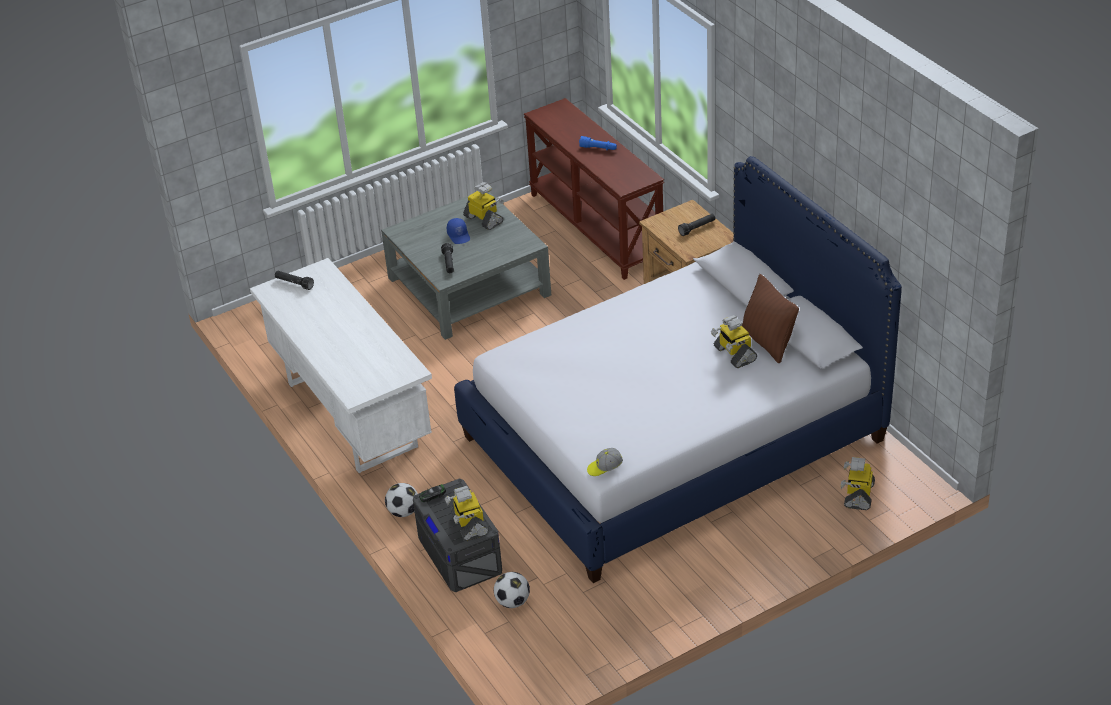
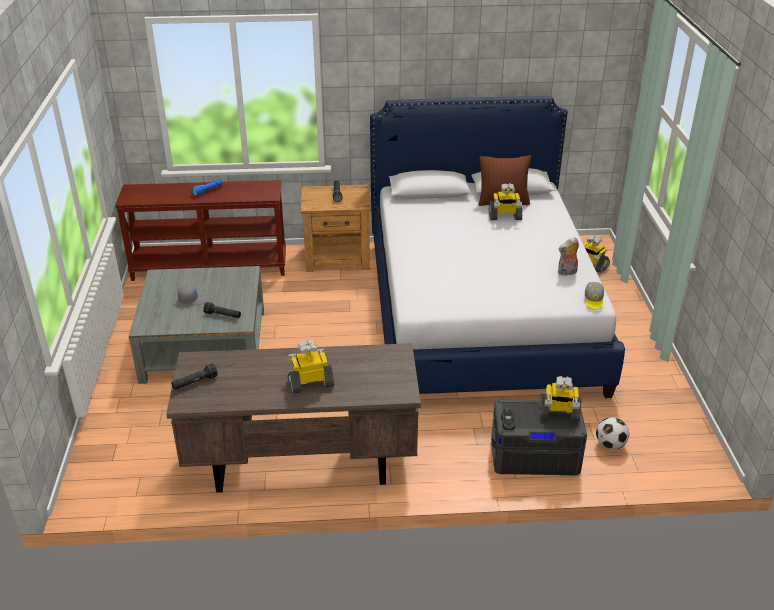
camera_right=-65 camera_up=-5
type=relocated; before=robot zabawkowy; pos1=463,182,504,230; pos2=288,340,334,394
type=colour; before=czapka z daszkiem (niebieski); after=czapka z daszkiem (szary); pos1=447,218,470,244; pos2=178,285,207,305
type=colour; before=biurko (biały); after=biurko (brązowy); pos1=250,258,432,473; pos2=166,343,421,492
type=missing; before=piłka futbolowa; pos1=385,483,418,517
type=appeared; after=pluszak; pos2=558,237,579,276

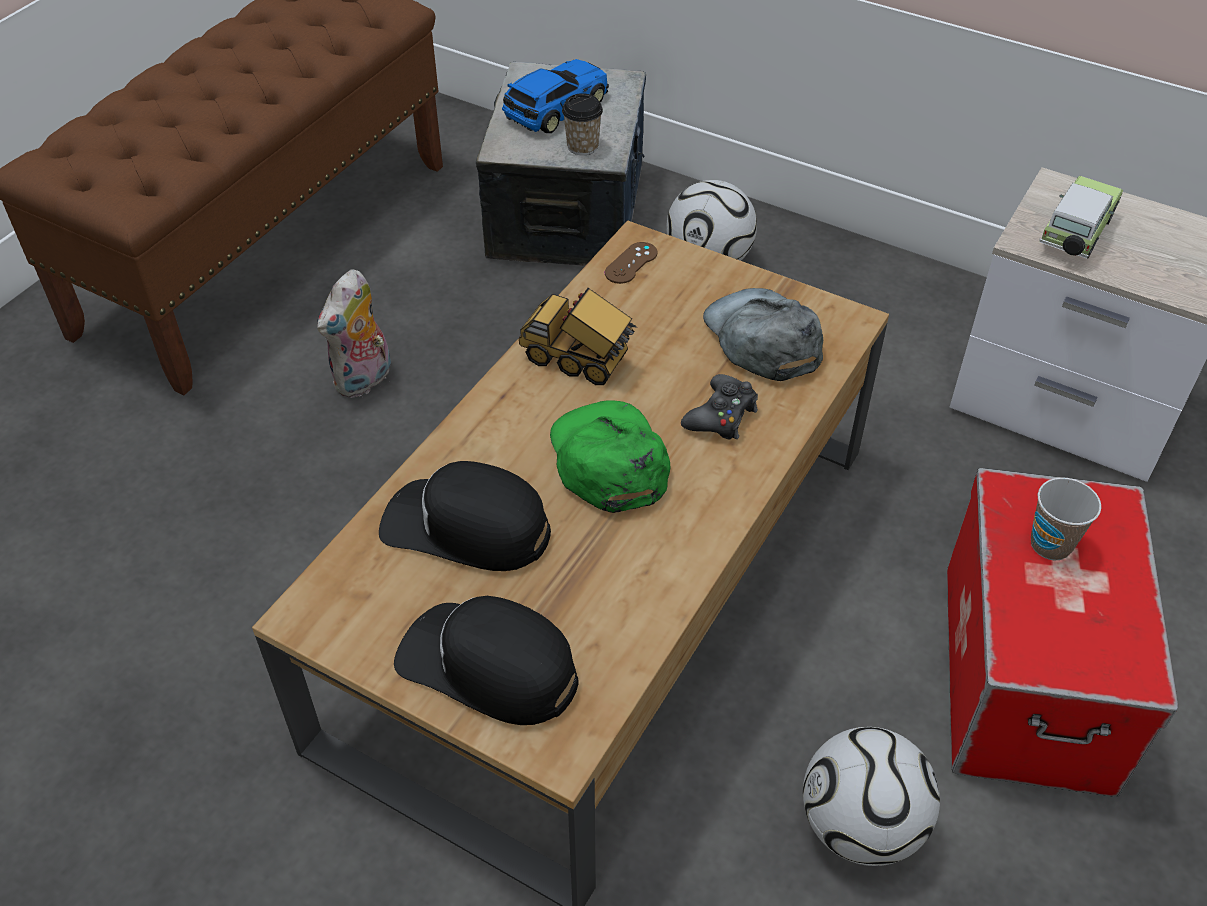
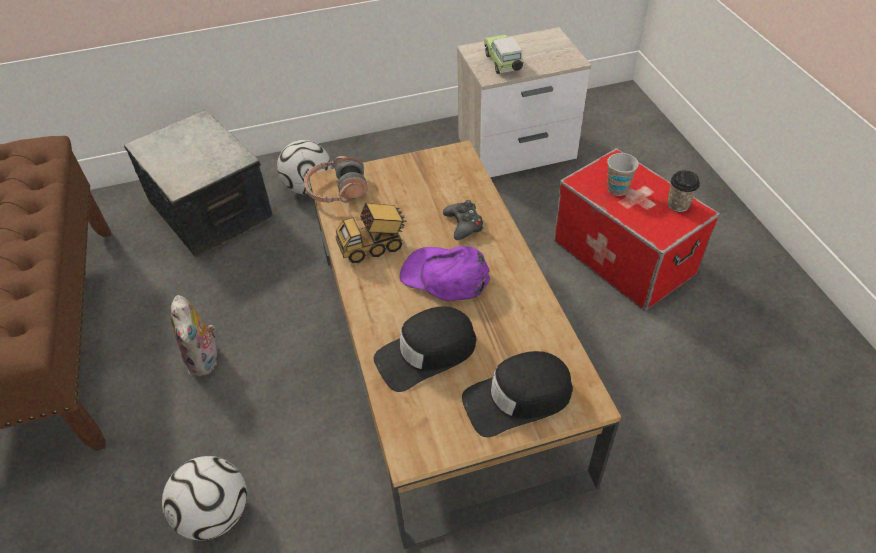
camera_right=-45 camera_up=0
type=missing; before=samochodzik; pos1=502,59,609,133
type=relocated; before=filiżanka; pos1=562,93,603,156; pos2=668,170,700,212
type=exchanged; before=pad do gier (brązowy); after=słuchawki; pos1=605,242,658,284; pos2=304,156,368,203
type=missing; before=czapka z daszkiem (szary); pos1=703,288,823,381
type=colour; before=czapka z daszkiem (zielony); after=czapka z daszkiem (fioletowy); pos1=550,400,670,513; pos2=400,246,490,301
type=relocated; before=piłka futbolowa; pos1=803,727,940,866; pos2=162,456,247,540

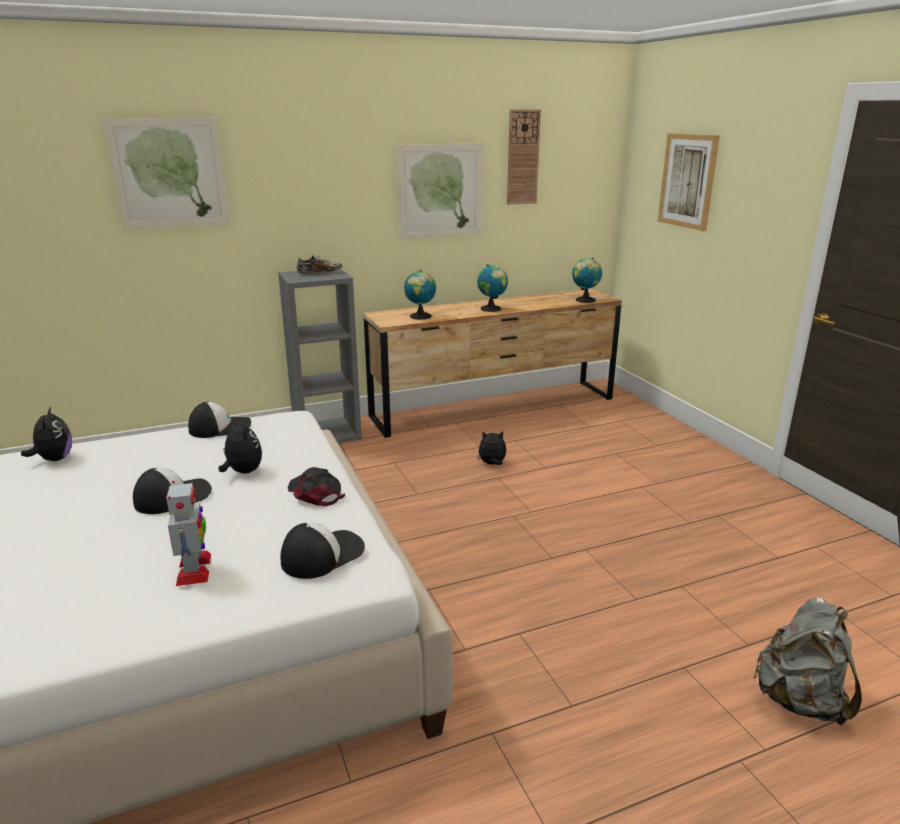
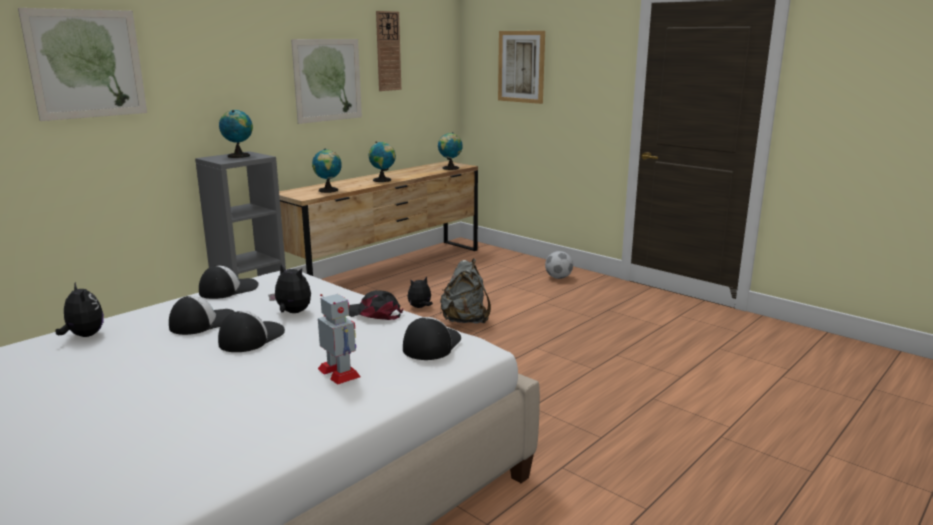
camera_right=-25 camera_up=-5
type=exchanged; before=but; after=globus; pos1=297,256,342,274; pos2=219,110,253,158
type=relocated; before=plecak (szary); pos1=753,597,862,726; pos2=440,259,491,324
type=appeared; after=piłka futbolowa; pos2=545,251,573,279
type=appeared; after=czapka z daszkiem; pos2=169,296,235,335

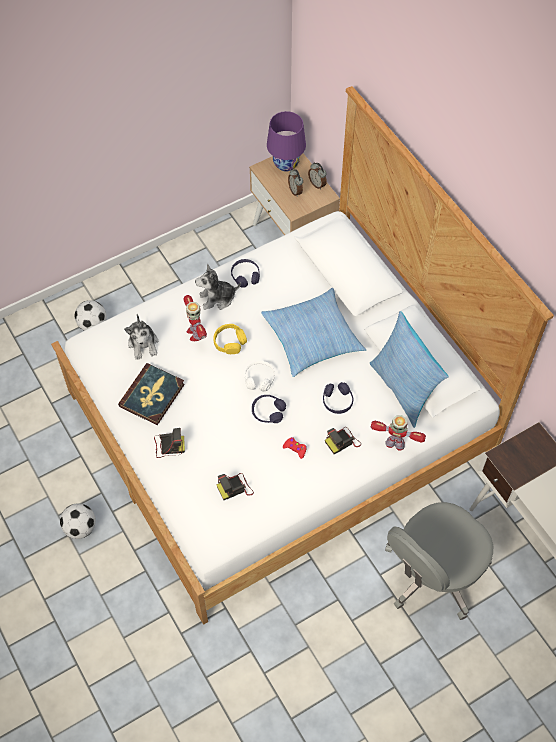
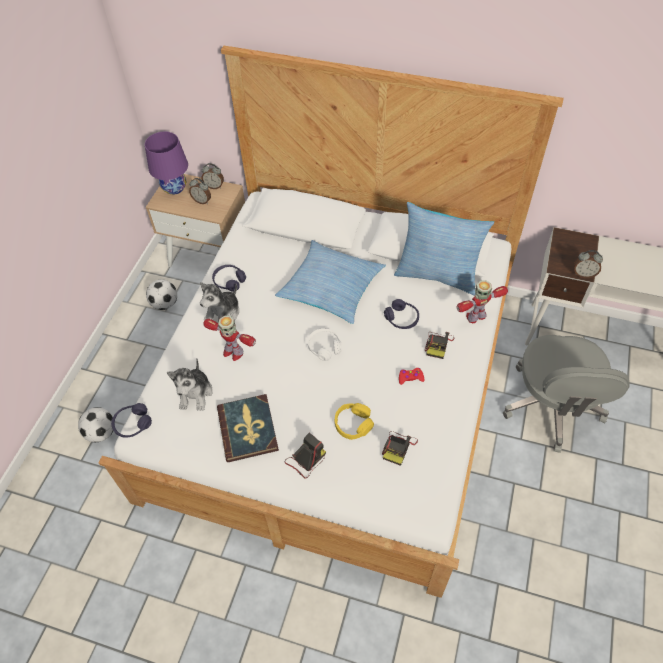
camera_right=-40 camera_up=-5
type=spun; before=pluszak; pos1=124,314,158,360; pos2=167,358,213,411; turn=60
type=relocated; before=słuchawki (żółty); pos1=213,324,247,354; pos2=335,403,374,440
type=relocated; before=słuchawki (fioletowy); pos1=252,395,286,423; pos2=111,403,152,438
type=relocated; before=piłka futbolowa; pos1=60,504,96,539; pos2=146,279,177,310
type=appeared; after=budzik; pos2=574,250,603,278

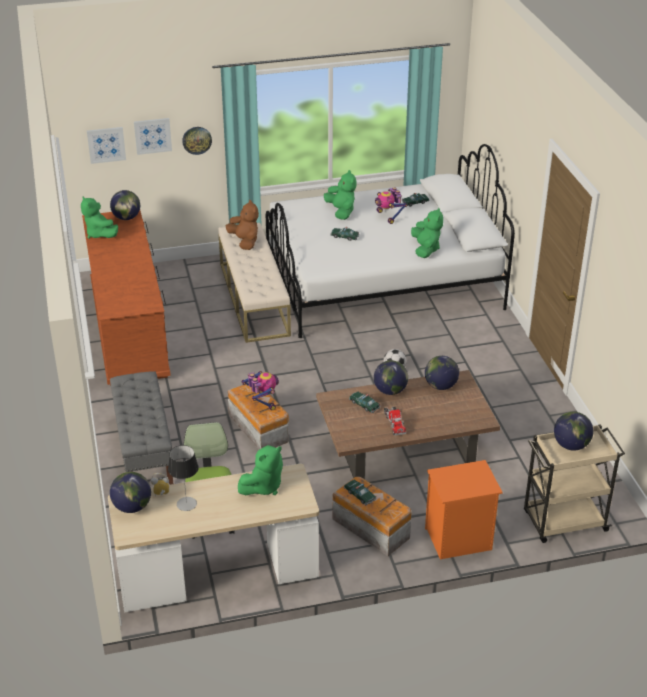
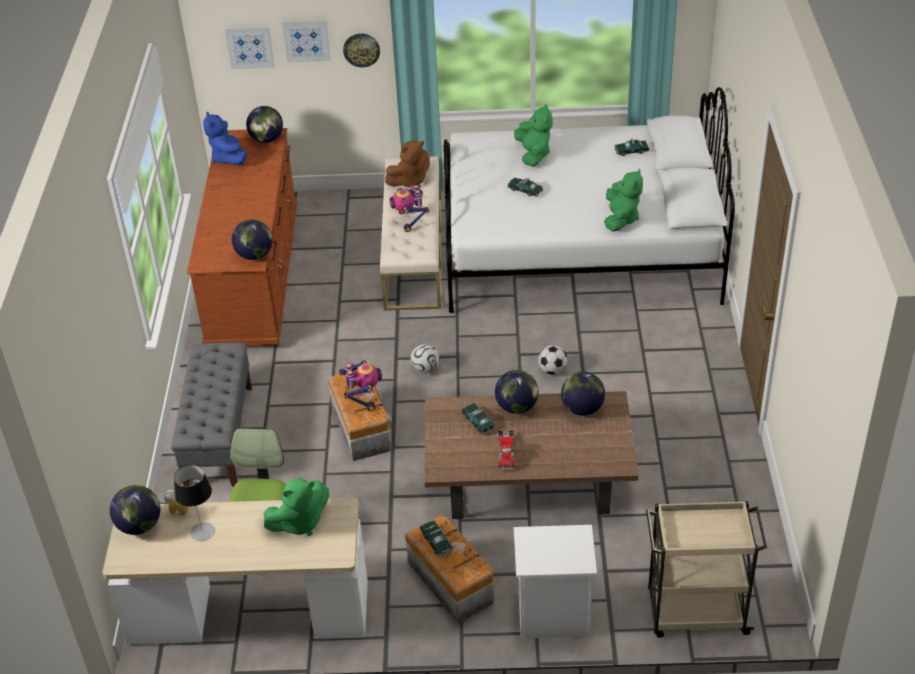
camera_right=15 camera_up=5
type=relocated; before=robot zabawkowy; pos1=375,187,407,224; pos2=389,185,429,232
type=colour; before=pluszak (zielony); after=pluszak (niebieski); pos1=81,196,118,239; pos2=203,111,247,165
type=spun; before=pluszak (brązowy); pos1=226,200,259,250; pos2=385,140,430,188; turn=75
type=relocated; before=globus; pos1=554,412,593,450; pos2=232,219,273,260
type=colour; before=szafka nocna (pomarańczowy); after=szafka nocna (biały); pos1=425,460,502,560; pos2=514,525,597,639
type=appeared; after=piłka futbolowa; pos2=410,344,440,373

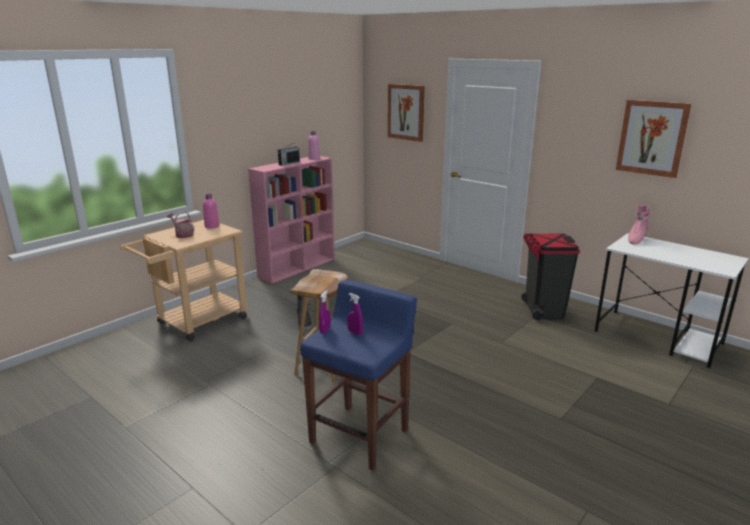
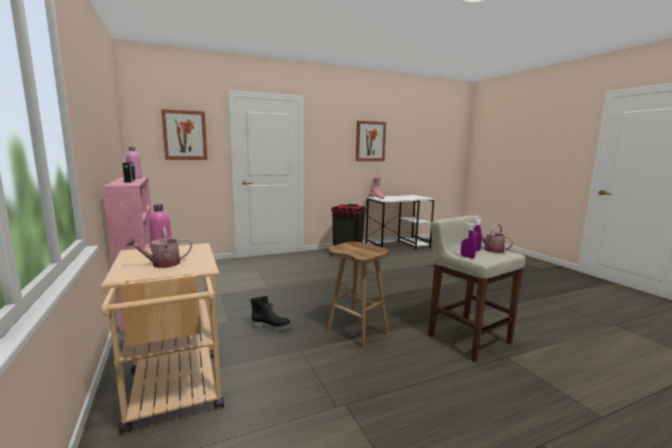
camera_right=-65 camera_up=-10
type=colour; before=stołek (niebieski); after=stołek (beżowy); pos1=300,280,417,471; pos2=428,215,526,362
type=appeared; after=konewka; pos2=473,224,513,253

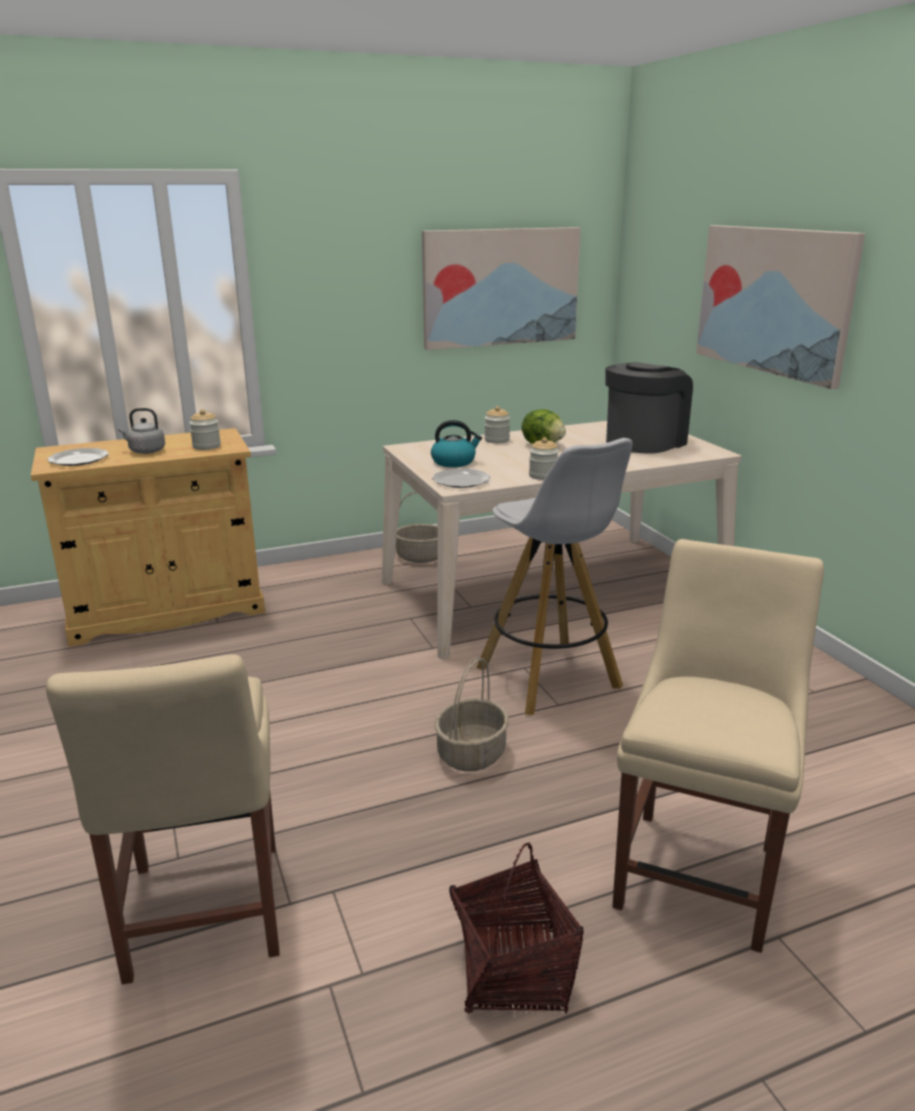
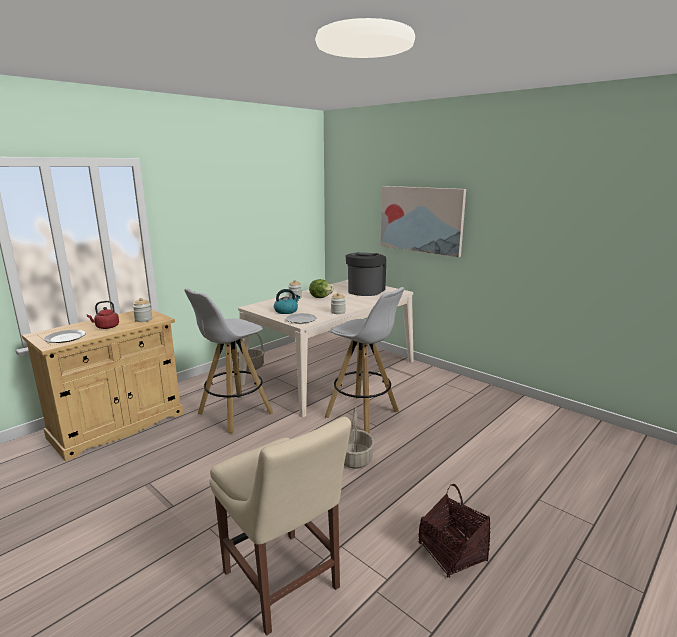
camera_right=-25 camera_up=-5
type=missing; before=obraz; pos1=422,227,581,350
type=colour; before=czajnik (szary); after=czajnik (czerwony); pos1=118,408,165,454; pos2=87,301,119,329
type=missing; before=krzesło (beżowy); pos1=612,539,824,953
type=appeared; after=stołek (biały); pos2=184,288,273,433

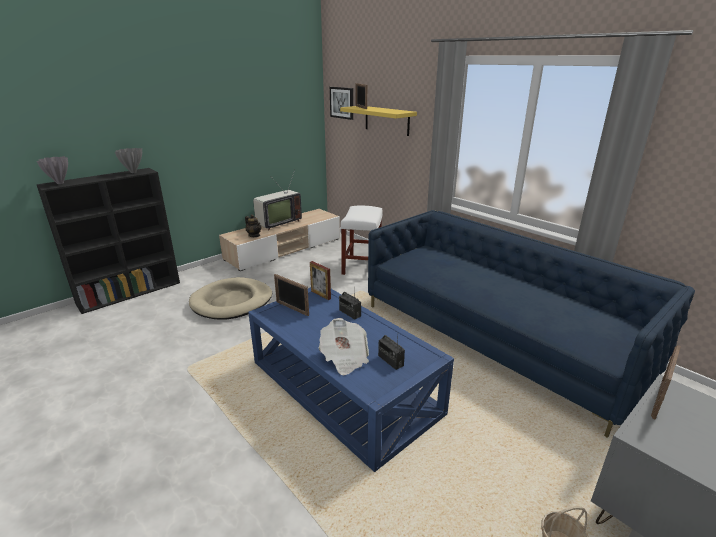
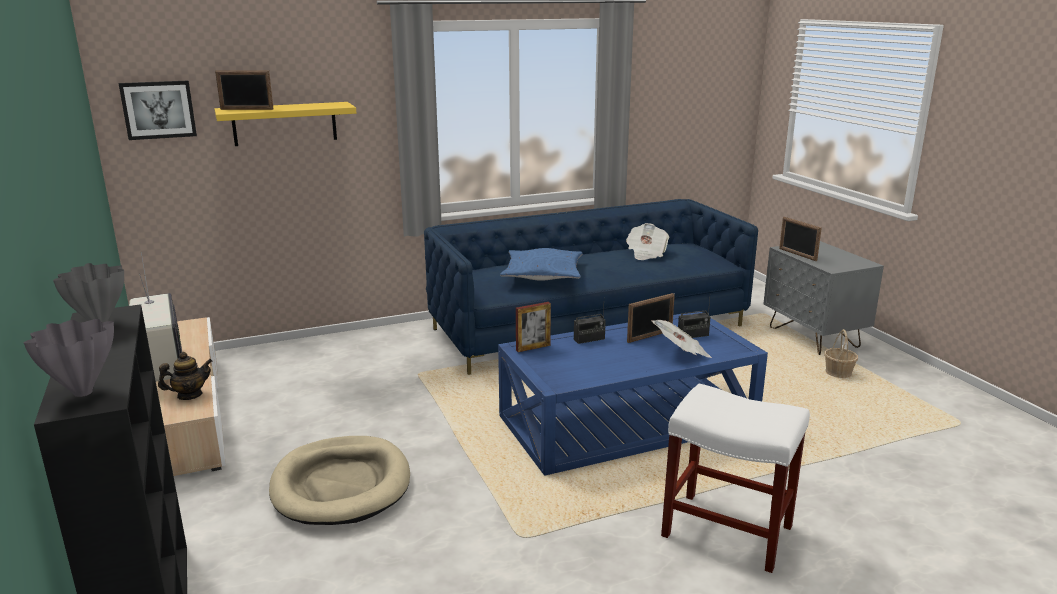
camera_right=-70 camera_up=-5
type=relocated; before=stołek (biały); pos1=340,205,383,275; pos2=661,383,810,573
type=relocated; before=ramka na zdjęcie; pos1=274,274,309,316; pos2=627,293,675,343
type=appeared; after=gazeta; pos2=626,223,669,260
type=appeared; after=poduszka (niebieski); pos2=500,248,582,281

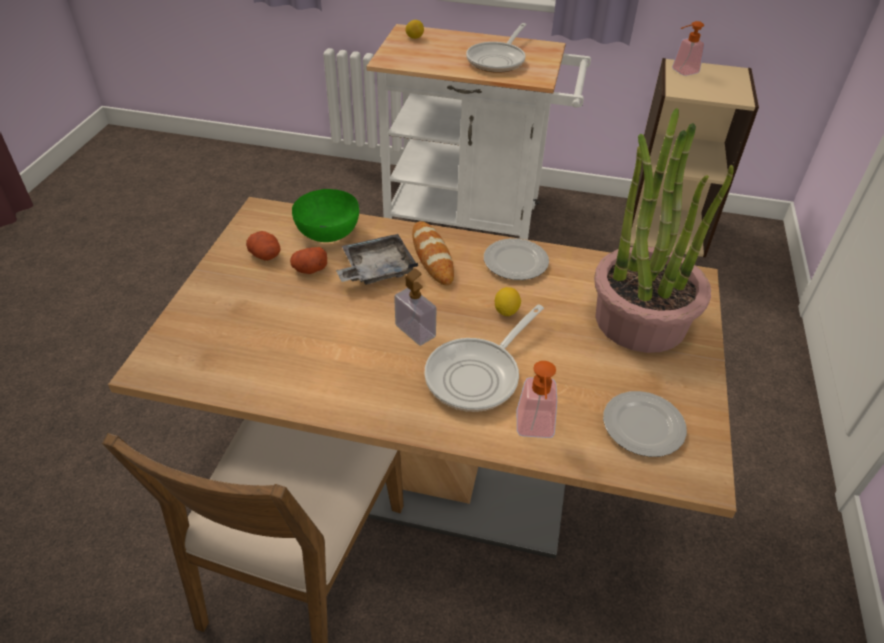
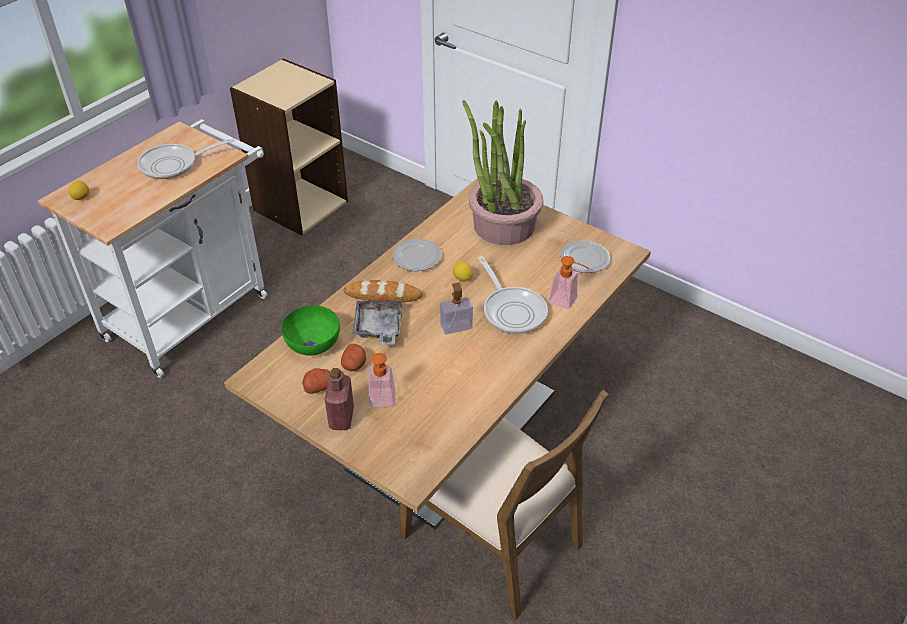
camera_right=-65 camera_up=0
type=relocated; before=dozownik mydła; pos1=672,21,705,76; pos2=368,353,396,407
type=spun; before=patelnia; pos1=466,23,527,73; pos2=137,138,235,179; turn=105
type=appeared; after=butelka (czerwony); pos2=325,368,354,430

